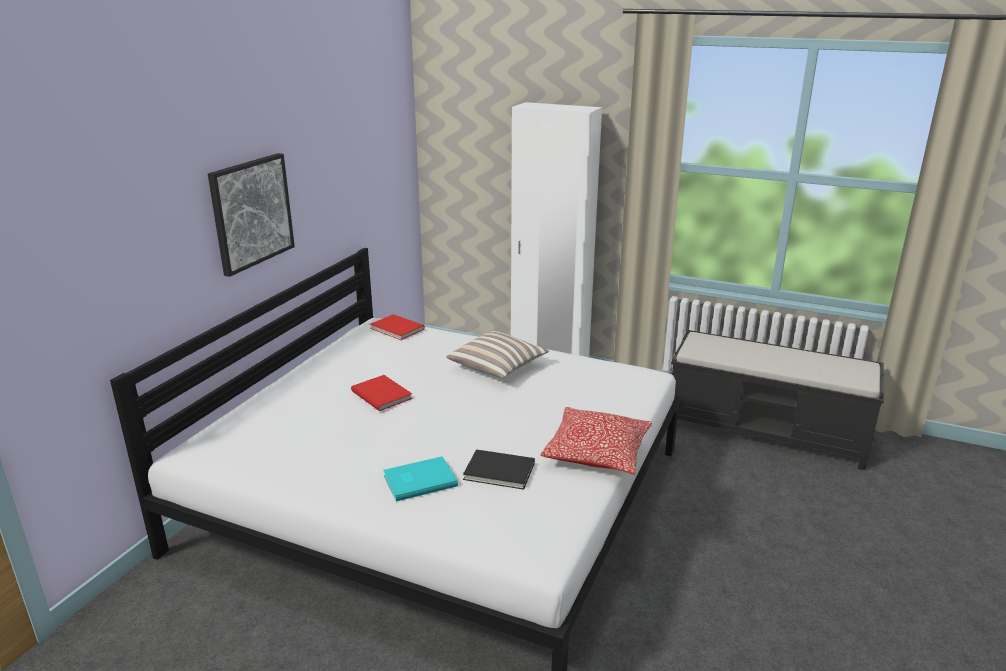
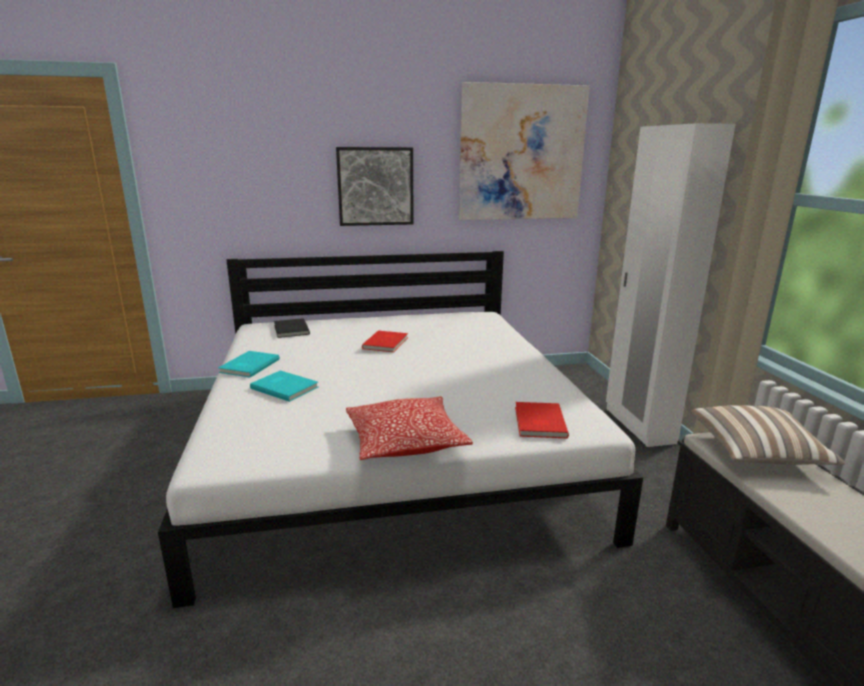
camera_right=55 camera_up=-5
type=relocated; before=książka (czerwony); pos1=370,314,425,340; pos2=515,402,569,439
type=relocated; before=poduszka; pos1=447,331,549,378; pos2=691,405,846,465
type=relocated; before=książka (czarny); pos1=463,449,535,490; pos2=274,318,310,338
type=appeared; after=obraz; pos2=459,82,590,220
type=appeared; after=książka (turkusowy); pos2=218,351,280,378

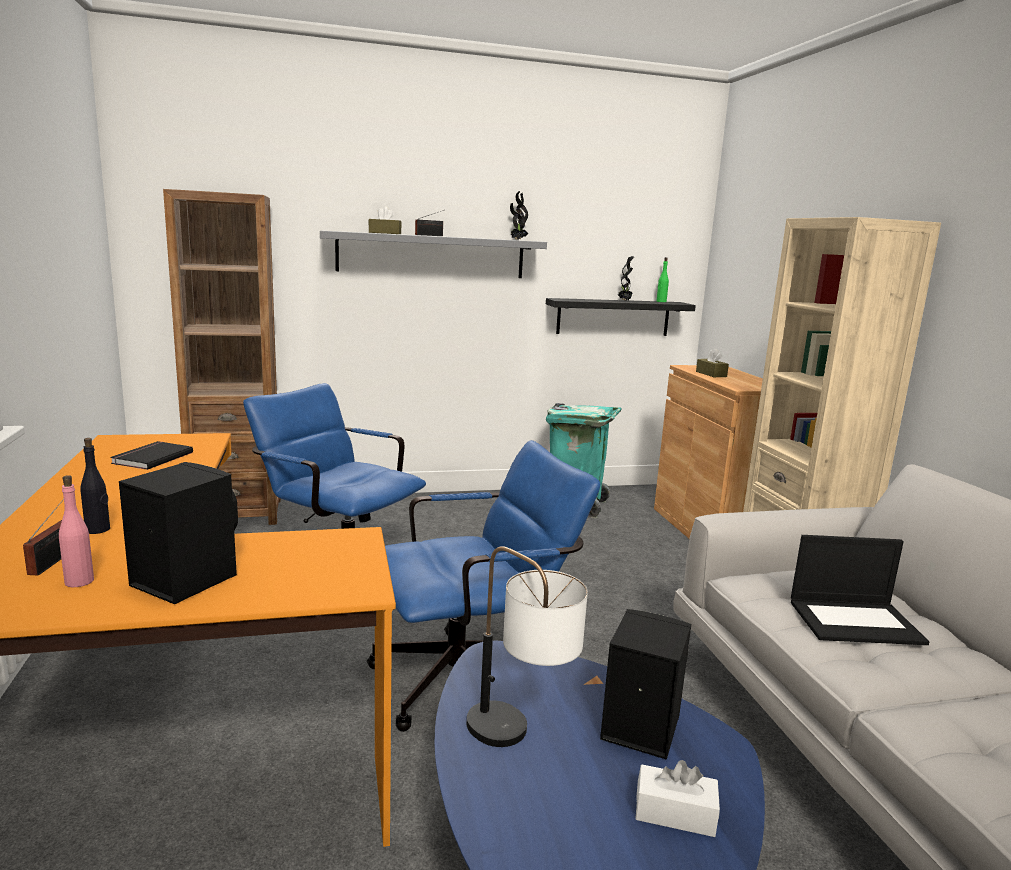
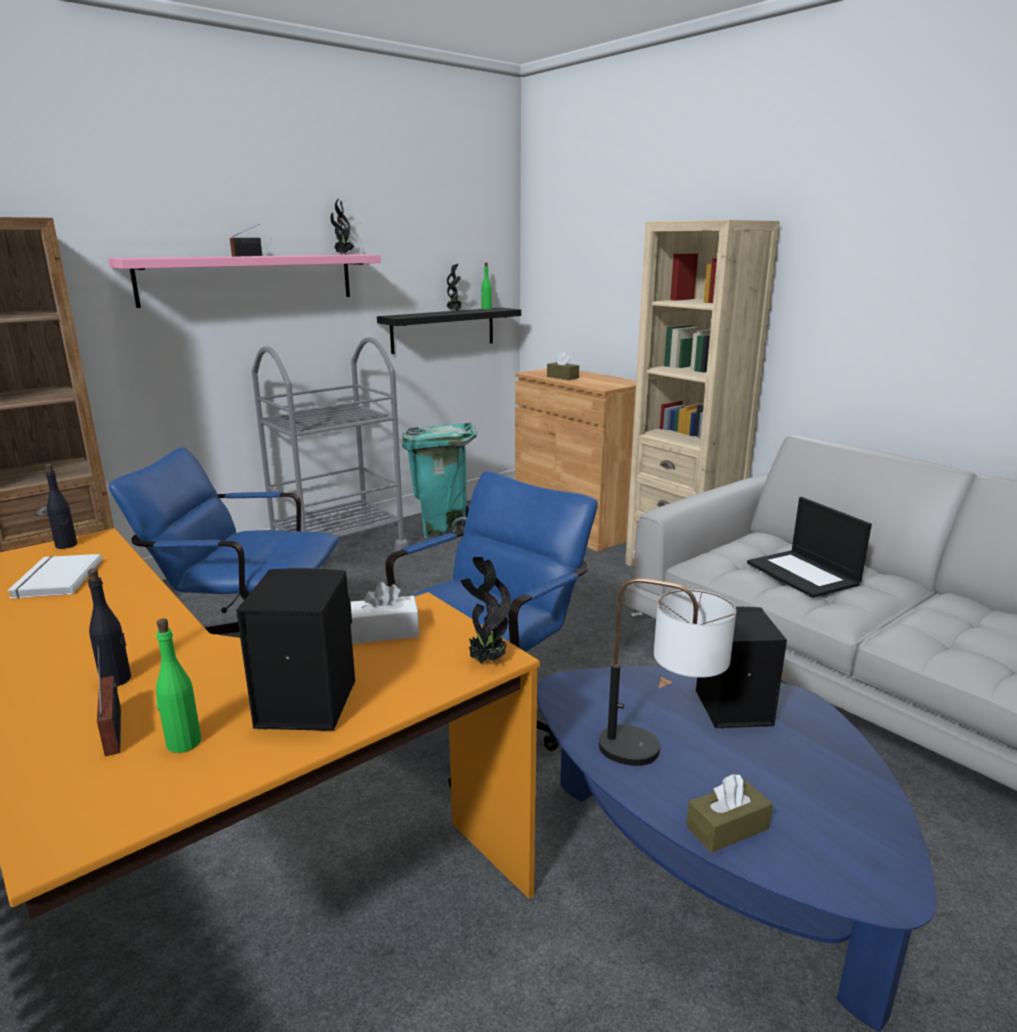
camera_right=-25 camera_up=5
type=relocated; before=pudełko chusteczek (brązowy); pos1=369,206,402,234; pos2=686,774,773,853
type=colour; before=półka (szary); after=półka (różowy); pos1=320,231,547,278; pos2=108,254,381,308
type=colour; before=książka (czarny); after=książka (biały); pos1=110,441,193,470; pos2=7,554,102,599
type=colour; before=butelka (różowy); after=butelka (zielony); pos1=59,475,94,587; pos2=156,618,201,753
type=spun; before=laptop; pos1=791,535,929,645; pos2=747,497,872,598; turn=90
type=relocated; before=pudełko chusteczek (biały); pos1=635,760,720,837; pos2=351,582,419,644
type=appeared; after=wózek (szary); pos2=252,337,409,552
type=appeared; after=butelka (czarny); pos2=45,464,77,549
type=appeared; after=roślina doniczkowa; pos2=461,557,511,664

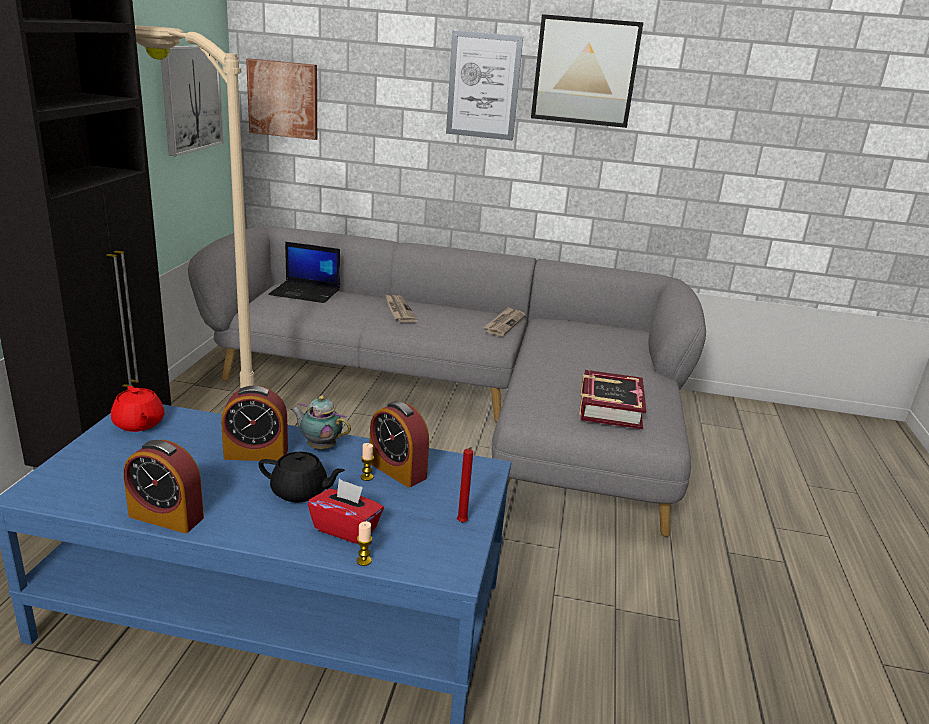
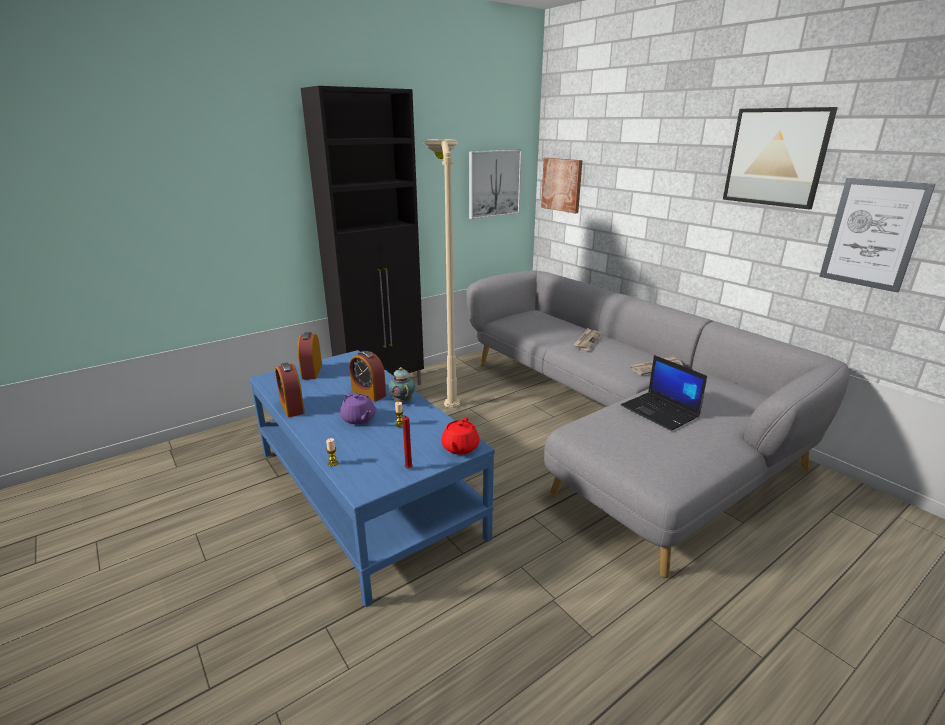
camera_right=45 camera_up=0
type=relocated; before=obraz; pos1=446,30,523,140; pos2=819,178,936,292
type=relocated; before=laptop; pos1=268,242,340,303; pos2=621,355,707,431
type=missing; before=książka; pos1=579,370,646,429
type=relocated; before=imbryk (czerwony); pos1=111,386,165,432; pos2=442,417,480,455
type=relocated; before=budzik; pos1=370,401,429,488; pos2=298,332,322,380
type=colour; before=imbryk (czarny); after=imbryk (fioletowy); pos1=258,452,345,503; pos2=340,393,375,424
type=missing; before=pudełko chusteczek (czerwony); pos1=308,479,384,544

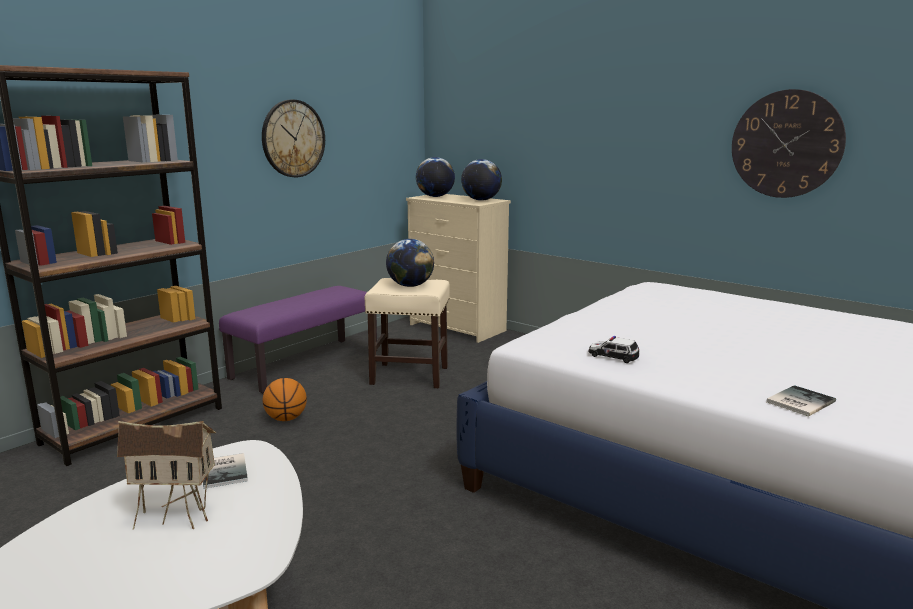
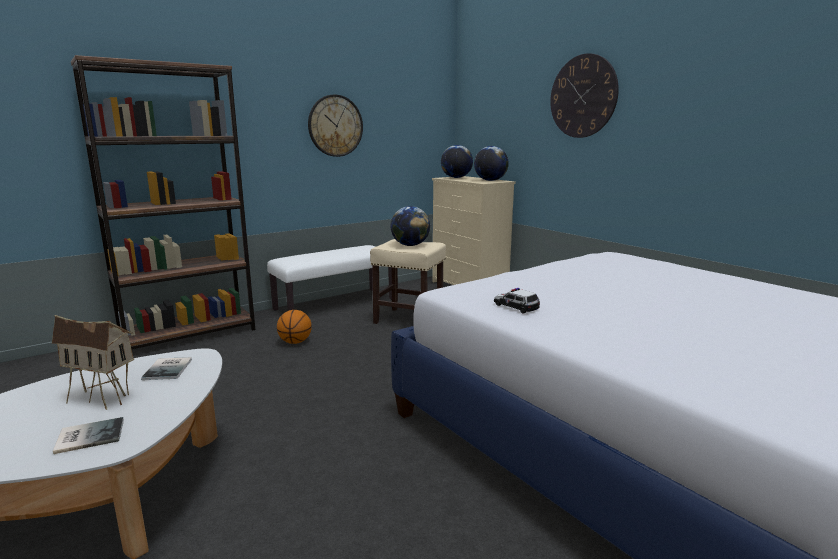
camera_right=15 camera_up=0
type=relocated; before=zegar ścienny; pos1=732,89,846,198; pos2=550,53,619,138
type=colour; before=ławka (fioletowy); after=ławka (biały); pos1=219,286,377,393; pos2=267,245,392,311
type=relocated; before=książka; pos1=766,385,836,416; pos2=53,417,124,454

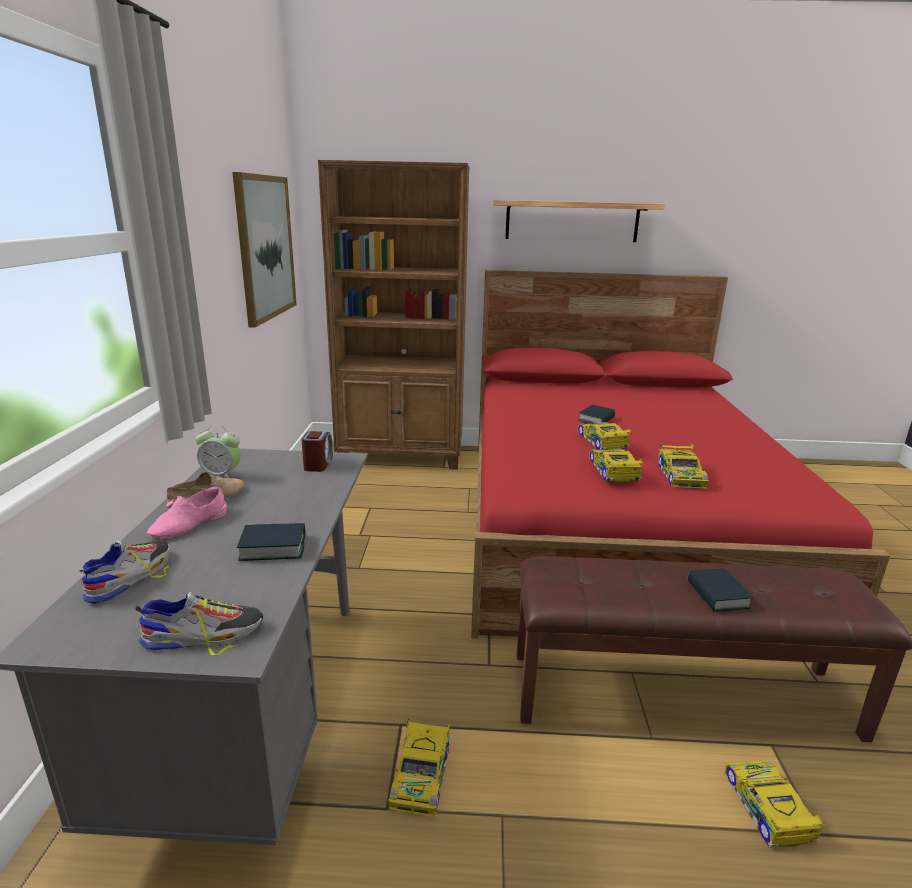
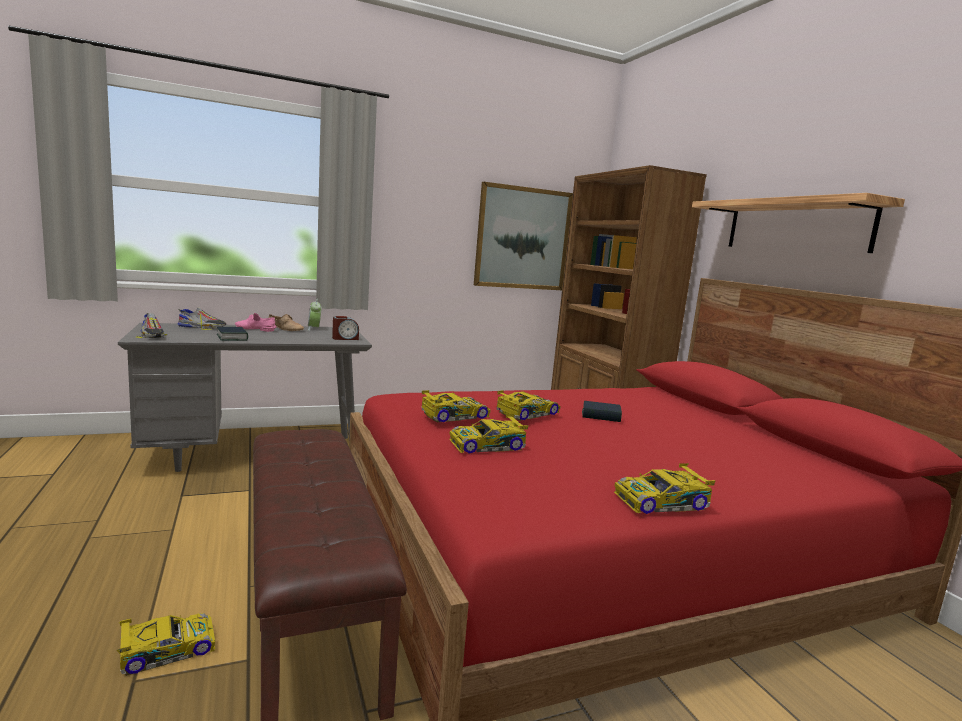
camera_right=65 camera_up=-10
type=missing; before=książka; pos1=688,568,753,612
type=relocated; before=samochodzik; pos1=388,719,450,817; pos2=614,463,716,514

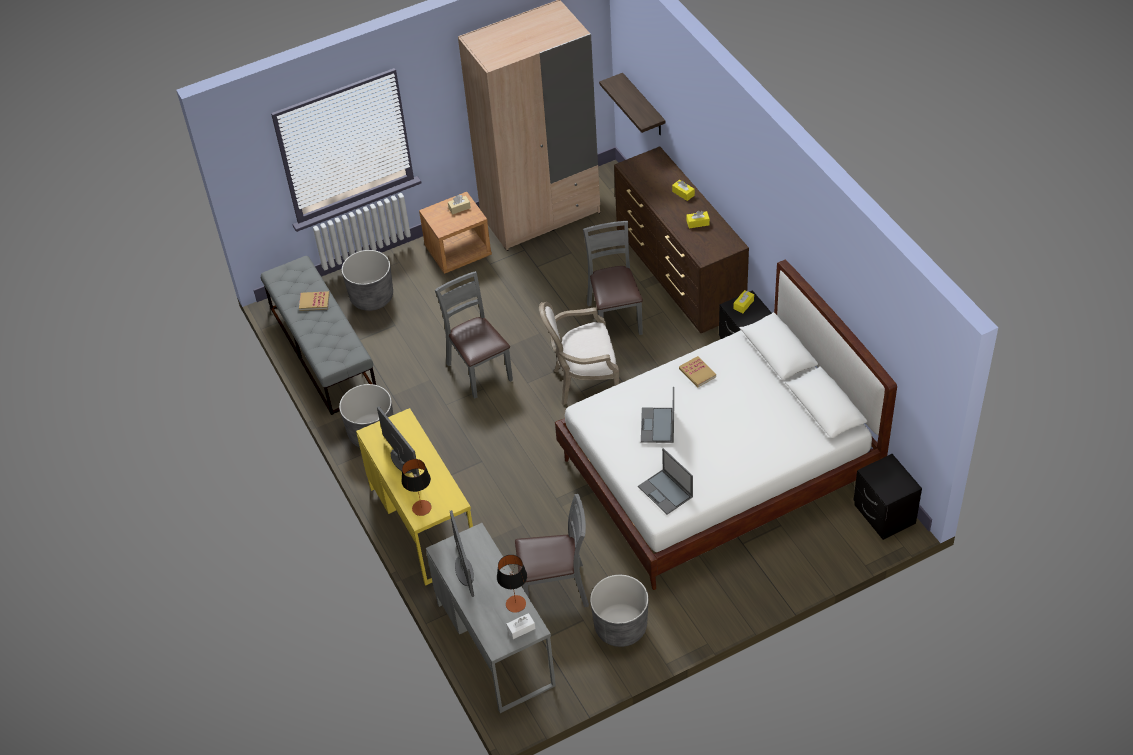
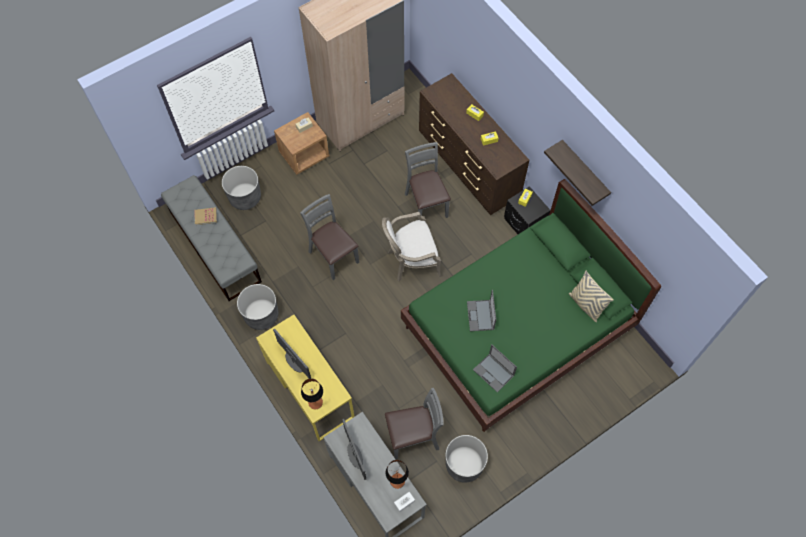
camera_right=-10 camera_up=15
type=relocated; before=półka; pos1=599,73,665,135; pos2=544,140,611,206
type=colour; before=łóżko (biały); after=łóżko (zielony); pos1=555,260,897,590; pos2=401,179,661,432
type=missing; before=książka; pos1=679,356,716,387
type=missing; before=szafka nocna (czarny); pos1=854,454,922,540
type=appeared; after=poduszka (beżowy); pos2=569,271,613,322

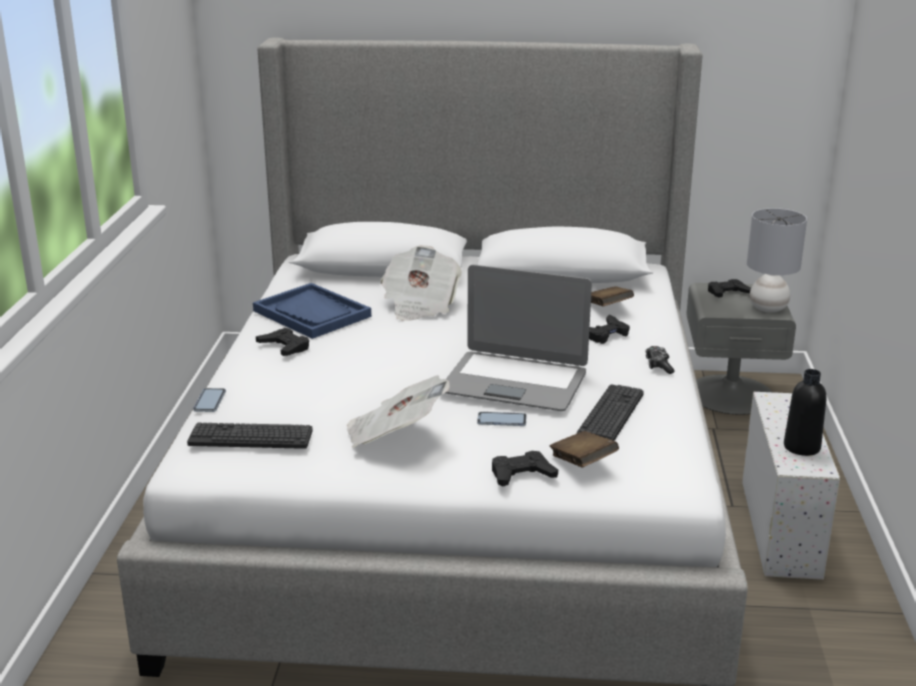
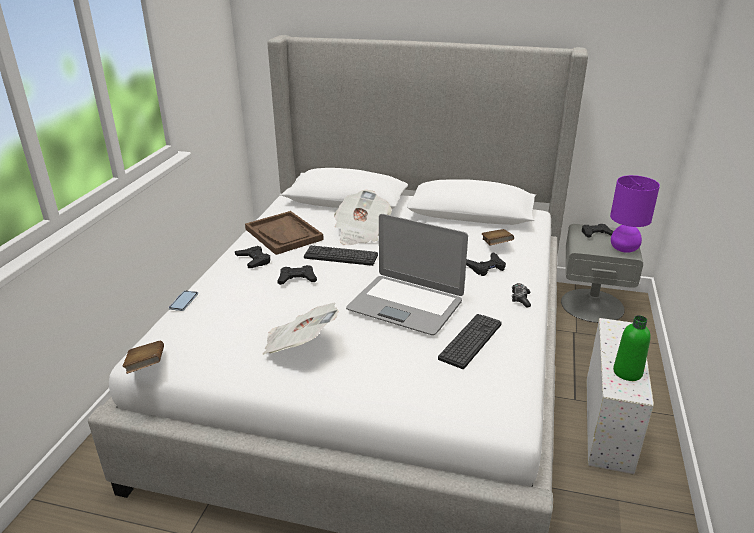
camera_right=10 camera_up=5
type=colour; before=lampa stołowa (szary); after=lampa stołowa (fioletowy); pos1=747,208,807,312; pos2=610,175,660,253
type=colour; before=taca (niebieski); after=taca (brązowy); pos1=253,283,371,339; pos2=245,211,324,255
type=colour; before=butelka (czarny); after=butelka (zielony); pos1=784,369,826,456; pos2=613,315,651,381
type=missing; before=telefon; pos1=477,412,527,426
type=relocated; before=klawiatura; pos1=187,423,313,449; pos2=304,245,378,266
type=relocated; before=książka (brązowy); pos1=550,431,619,468; pos2=123,341,164,374
type=relocated; before=pad do gier (czarny); pos1=492,451,558,486; pos2=277,265,317,285

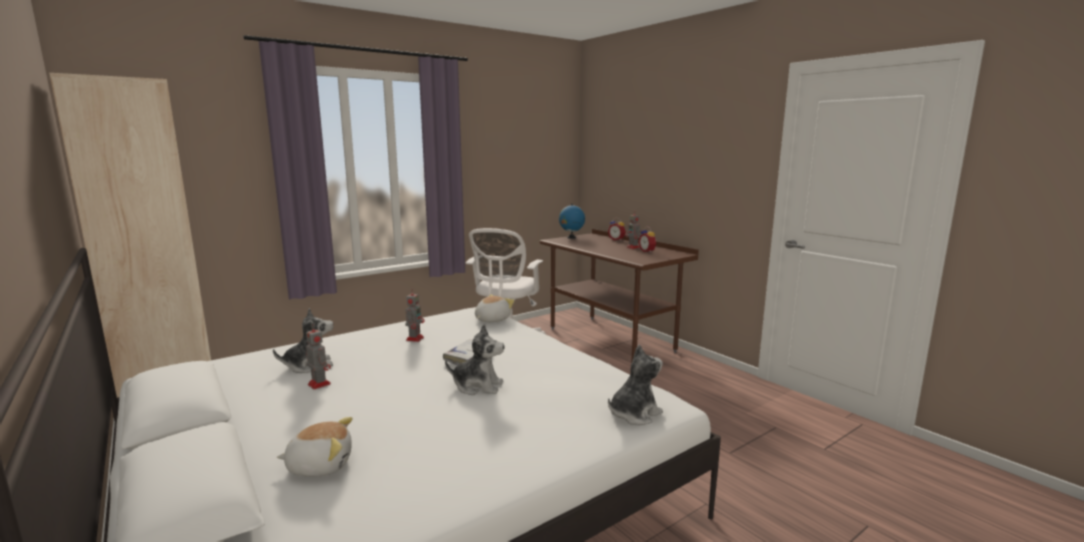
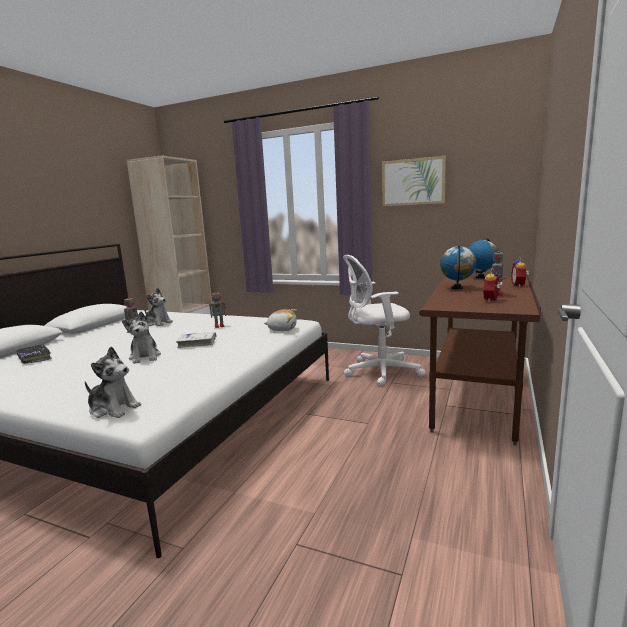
camera_right=60 camera_up=0
type=exchanged; before=pluszak; after=książka (czarny); pos1=277,417,353,477; pos2=17,344,52,364
type=appeared; after=obraz; pos2=382,156,446,206
type=appeared; after=globus; pos2=440,245,476,289

